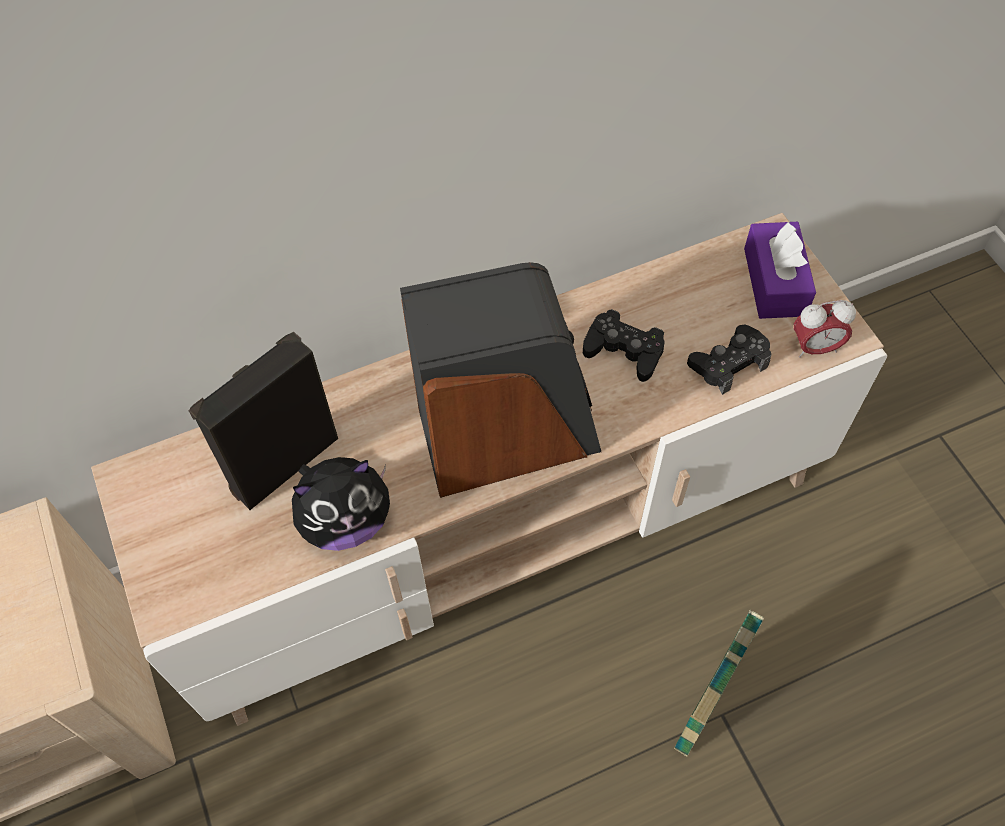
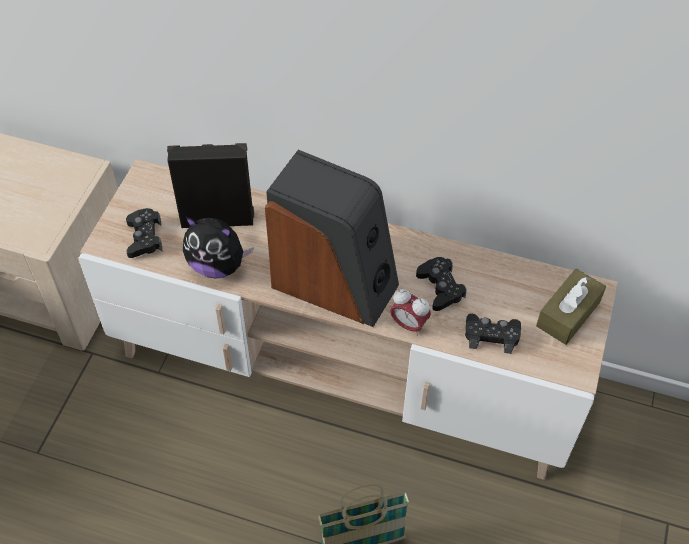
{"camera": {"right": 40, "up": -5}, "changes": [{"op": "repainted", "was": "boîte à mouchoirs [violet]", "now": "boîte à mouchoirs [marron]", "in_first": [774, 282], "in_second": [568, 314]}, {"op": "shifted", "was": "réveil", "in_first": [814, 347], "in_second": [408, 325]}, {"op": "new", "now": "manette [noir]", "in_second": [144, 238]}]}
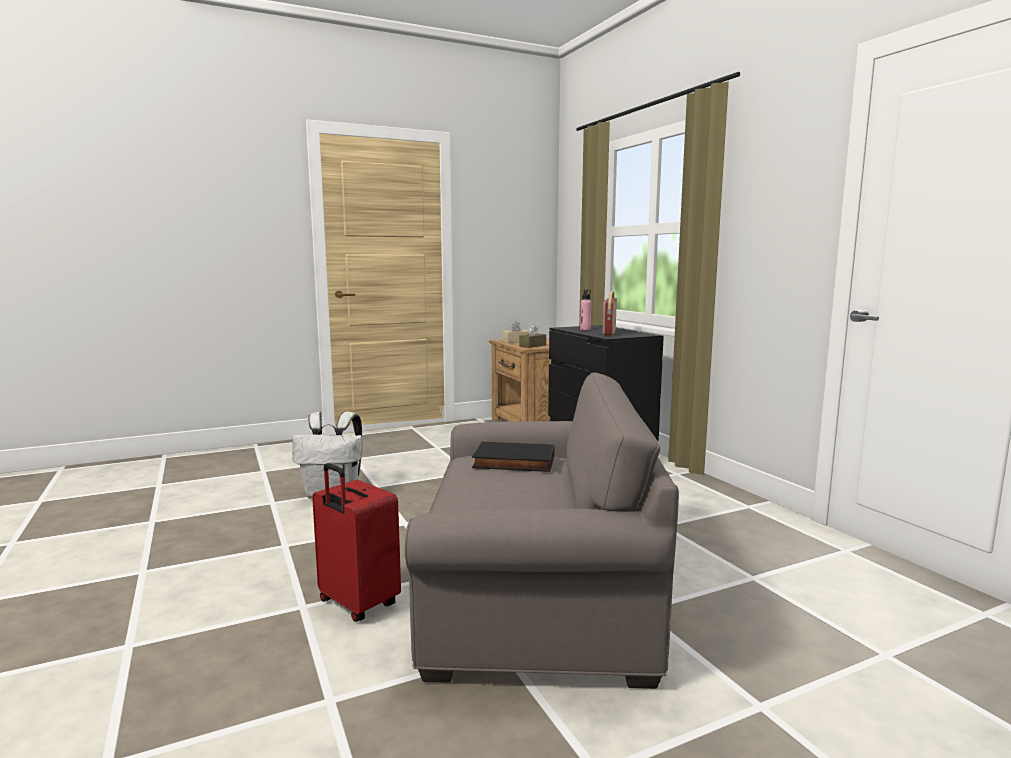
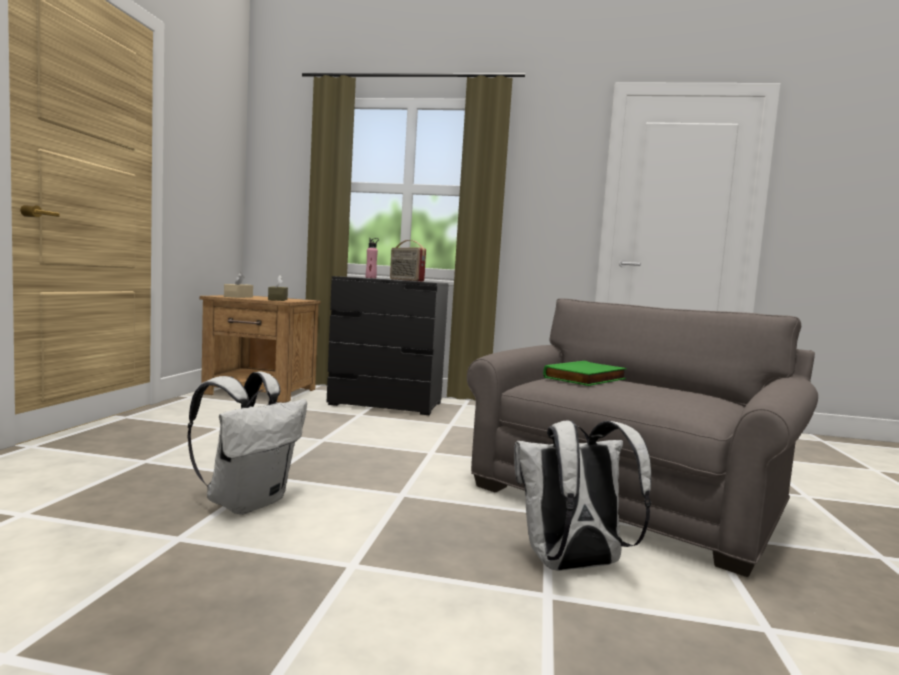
{"camera": {"right": -55, "up": -5}, "changes": [{"op": "repainted", "was": "livre [noir]", "now": "livre [vert]", "in_first": [513, 463], "in_second": [586, 379]}, {"op": "swapped", "was": "valise [rouge]", "now": "sac à dos [blanc]", "in_first": [357, 604], "in_second": [572, 565]}]}
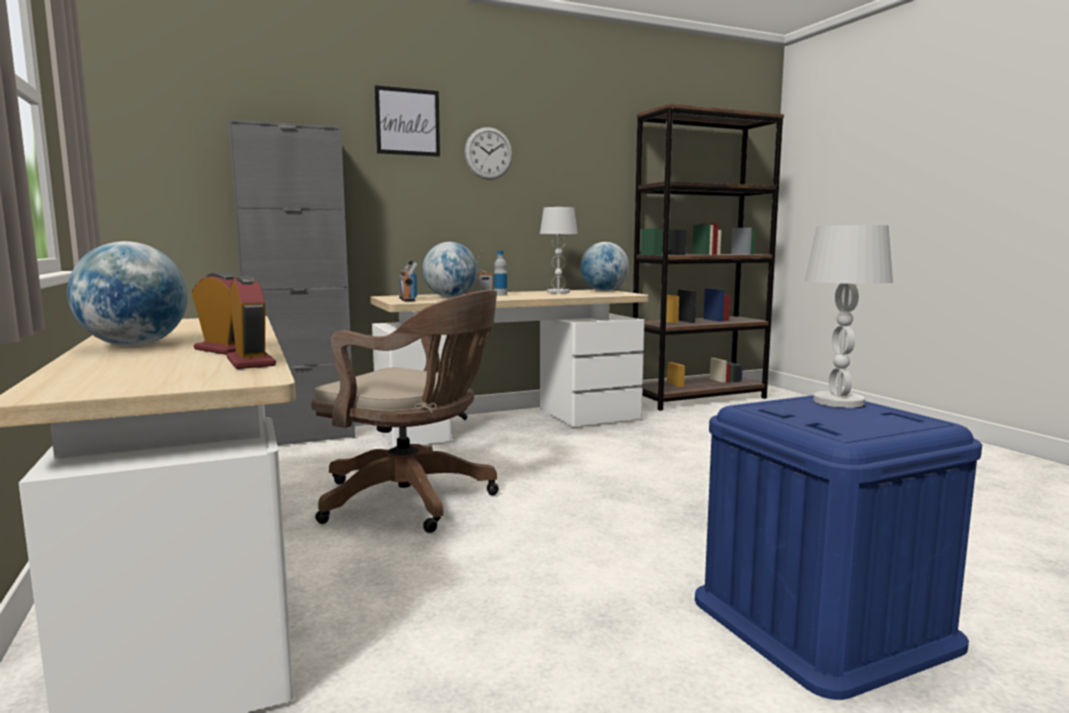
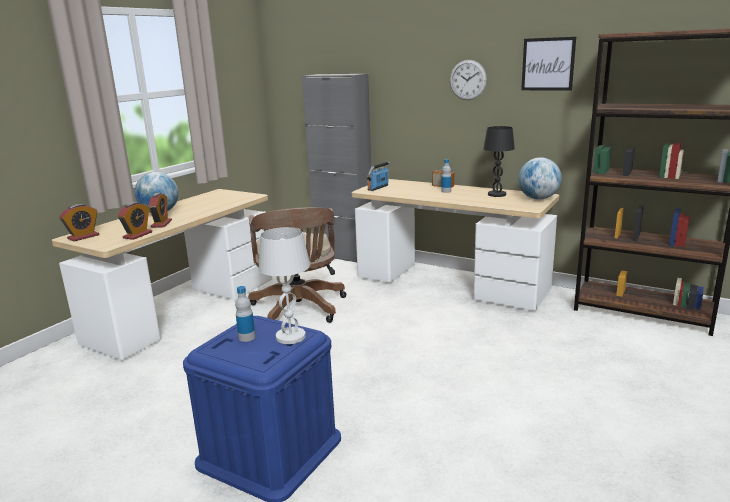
{"camera": {"right": 55, "up": 10}, "changes": [{"op": "shifted", "was": "tableau", "in_first": [407, 122], "in_second": [548, 64]}, {"op": "repainted", "was": "lampe de table [blanc]", "now": "lampe de table [noir]", "in_first": [558, 292], "in_second": [497, 194]}, {"op": "gone", "was": "globe", "in_first": [450, 297]}, {"op": "new", "now": "réveil", "in_second": [83, 237]}, {"op": "new", "now": "bouteille", "in_second": [247, 337]}]}
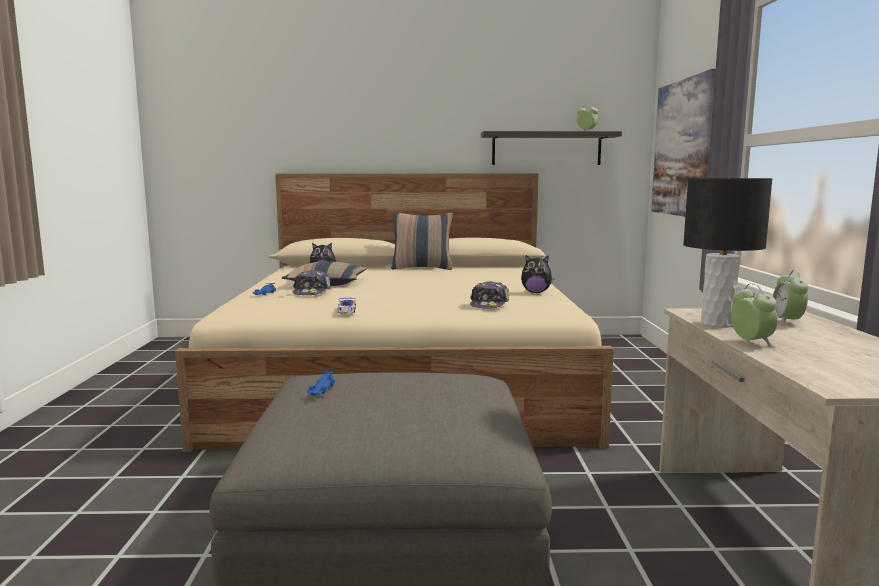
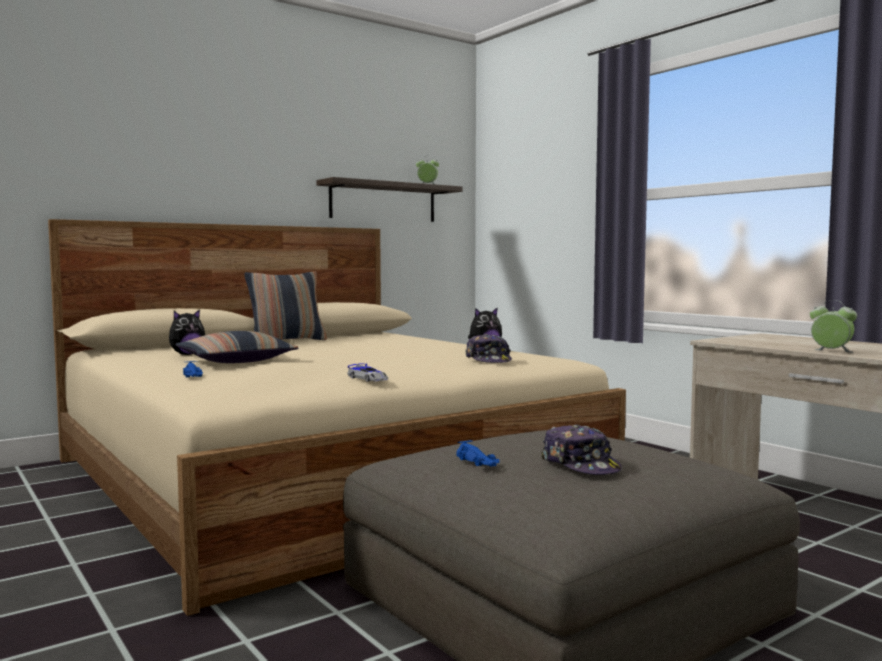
{"camera": {"right": -35, "up": -5}, "changes": [{"op": "gone", "was": "tableau", "in_first": [682, 148]}, {"op": "gone", "was": "lampe de table [noir]", "in_first": [716, 324]}, {"op": "shifted", "was": "casquette", "in_first": [312, 292], "in_second": [581, 465]}, {"op": "gone", "was": "réveil", "in_first": [787, 322]}]}
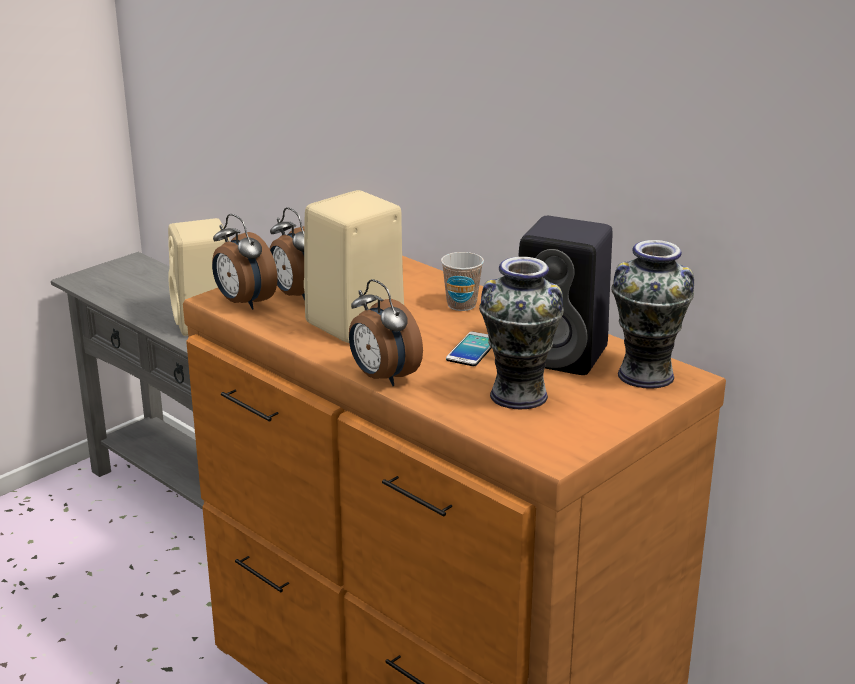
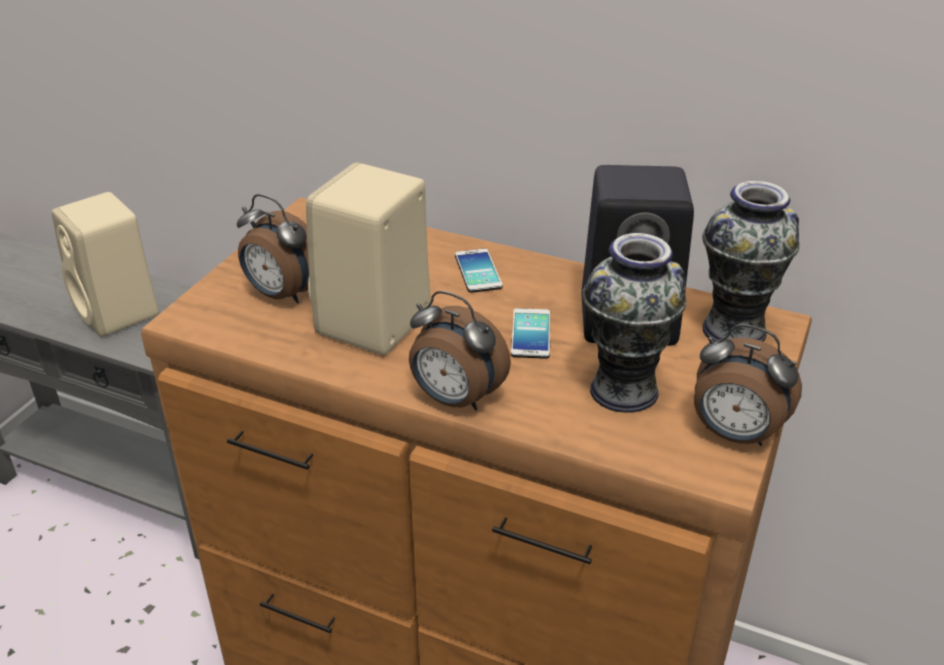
{"camera": {"right": -20, "up": 10}, "changes": [{"op": "shifted", "was": "réveil", "in_first": [243, 303], "in_second": [734, 434]}, {"op": "swapped", "was": "tasse", "now": "téléphone", "in_first": [461, 305], "in_second": [478, 271]}]}
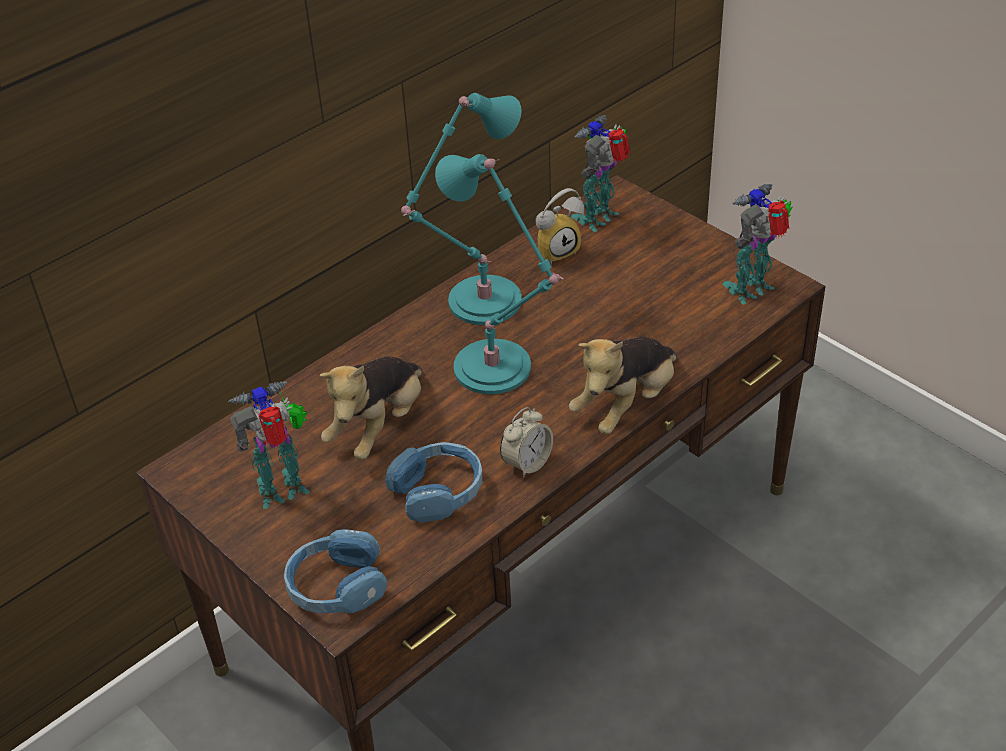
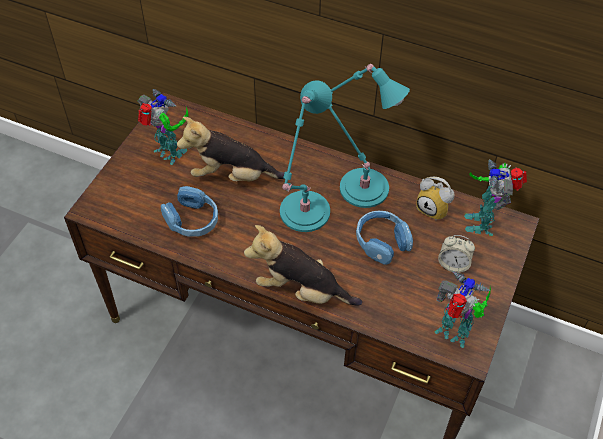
{"camera": {"right": 65, "up": 10}, "changes": [{"op": "rotated", "was": "robot jouet", "in_first": [599, 217], "in_second": [483, 222], "clockwise": -105}, {"op": "shifted", "was": "réveil", "in_first": [527, 463], "in_second": [453, 264]}, {"op": "shifted", "was": "casque audio [bleu]", "in_first": [336, 586], "in_second": [382, 242]}]}
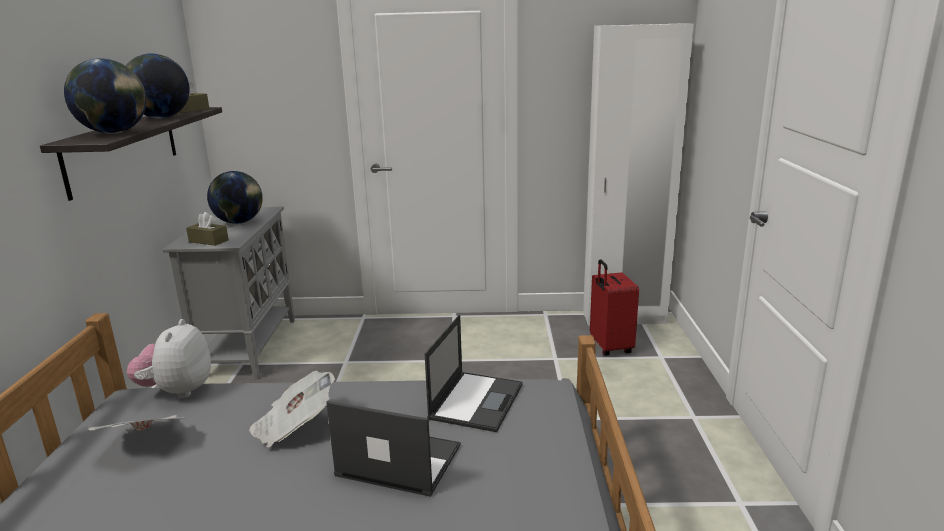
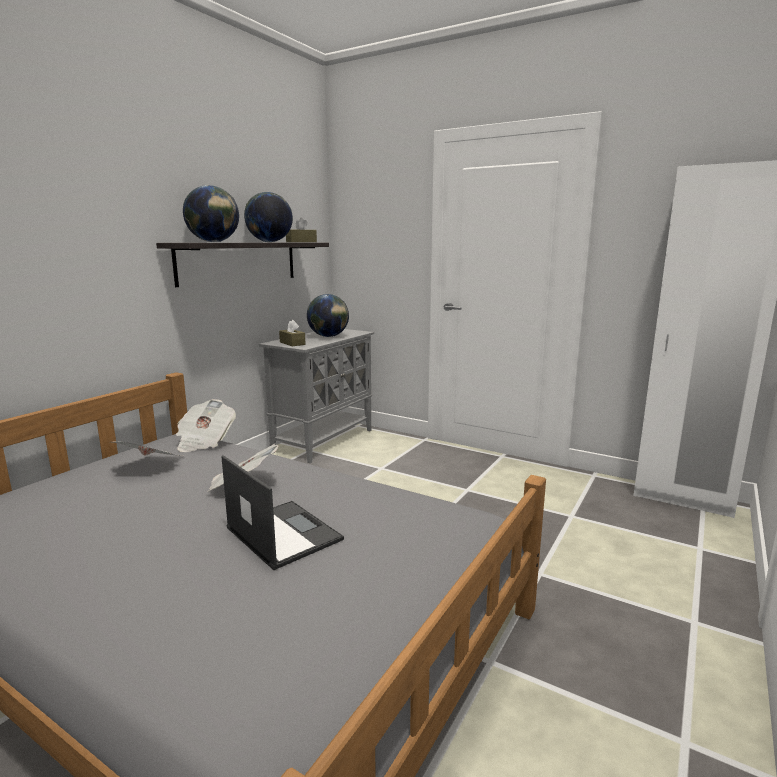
{"camera": {"right": 30, "up": -5}, "changes": [{"op": "gone", "was": "valise [rouge]", "in_first": [609, 347]}, {"op": "gone", "was": "ordinateur portable", "in_first": [476, 400]}, {"op": "swapped", "was": "peluche", "now": "journal", "in_first": [177, 391], "in_second": [204, 441]}]}
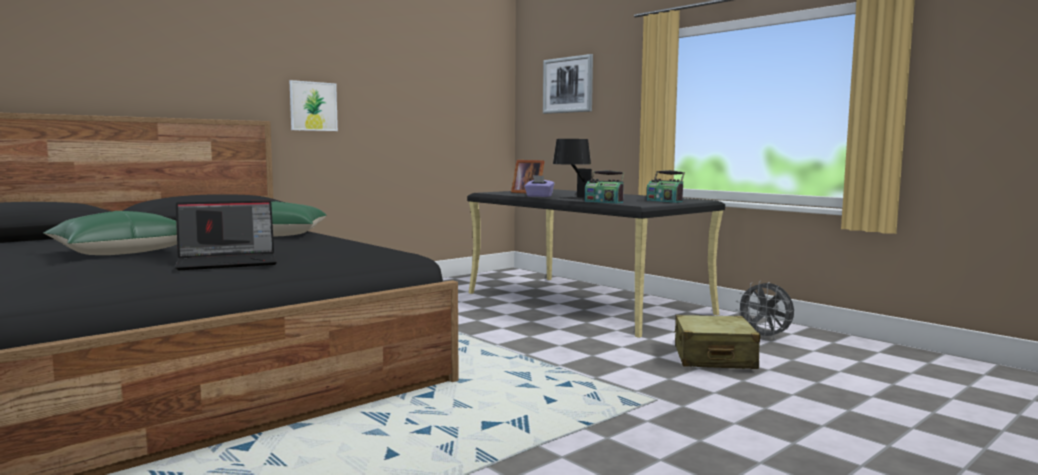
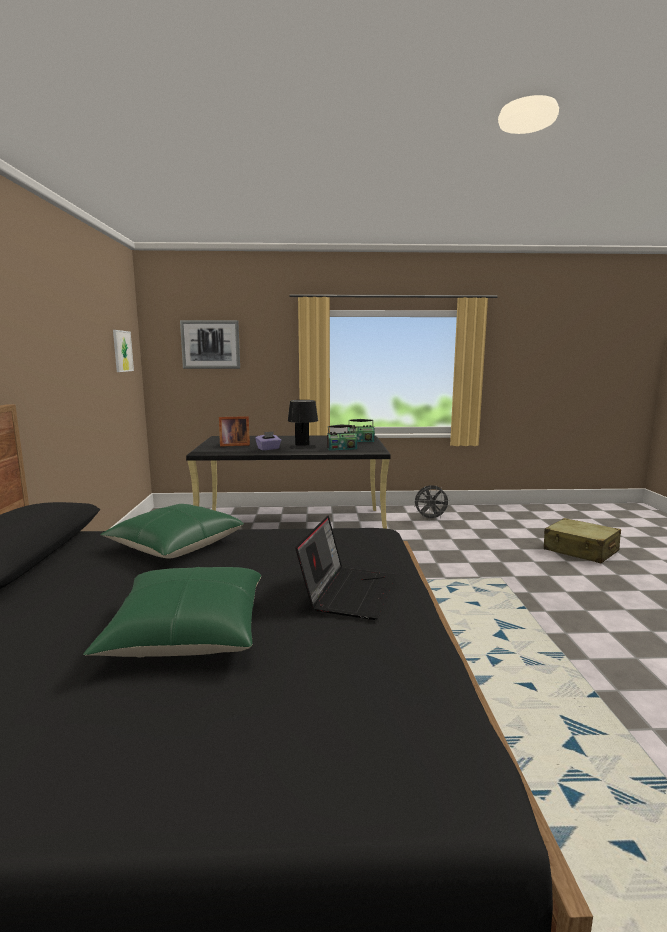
{"camera": {"right": -50, "up": 5}, "changes": [{"op": "shifted", "was": "tableau", "in_first": [313, 106], "in_second": [122, 351]}, {"op": "shifted", "was": "valise [beige]", "in_first": [713, 358], "in_second": [580, 551]}]}
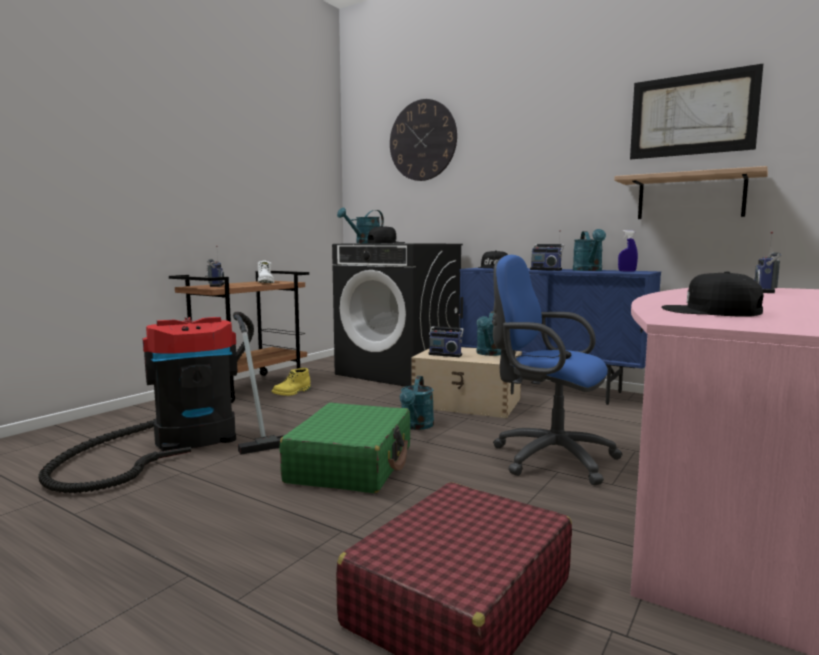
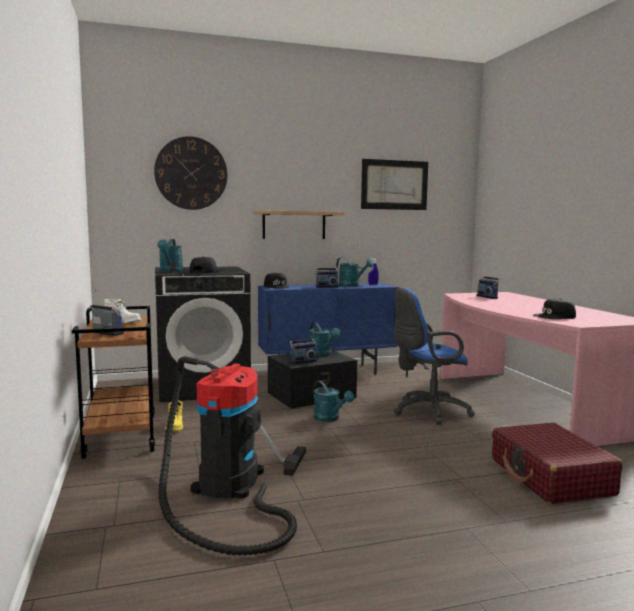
{"camera": {"right": -50, "up": 0}, "changes": [{"op": "shifted", "was": "étagère", "in_first": [690, 197], "in_second": [294, 225]}, {"op": "repainted", "was": "boîte de rangement [beige]", "now": "boîte de rangement [noir]", "in_first": [468, 403], "in_second": [312, 395]}, {"op": "gone", "was": "valise [vert]", "in_first": [351, 464]}]}
